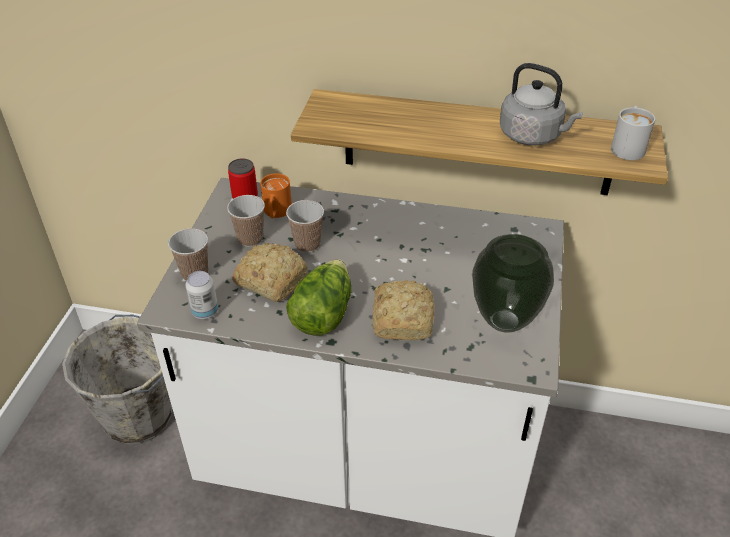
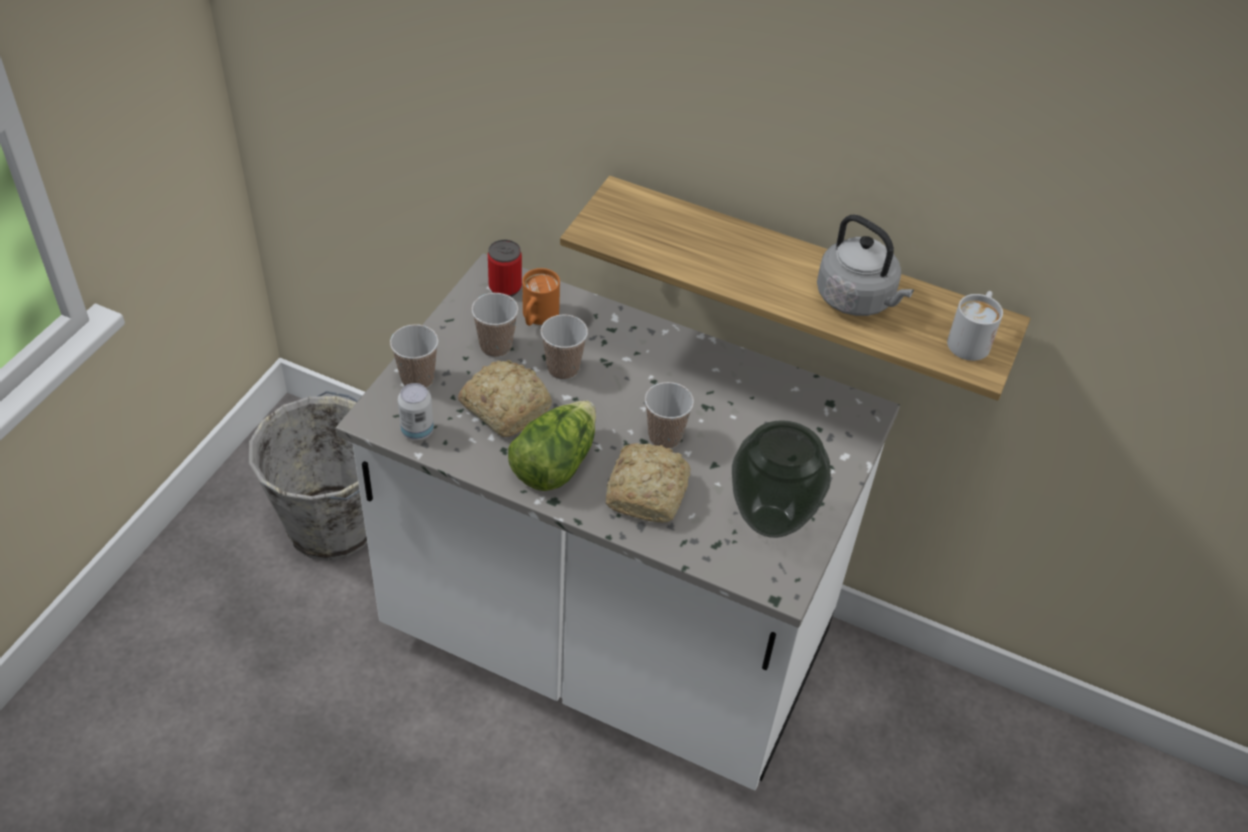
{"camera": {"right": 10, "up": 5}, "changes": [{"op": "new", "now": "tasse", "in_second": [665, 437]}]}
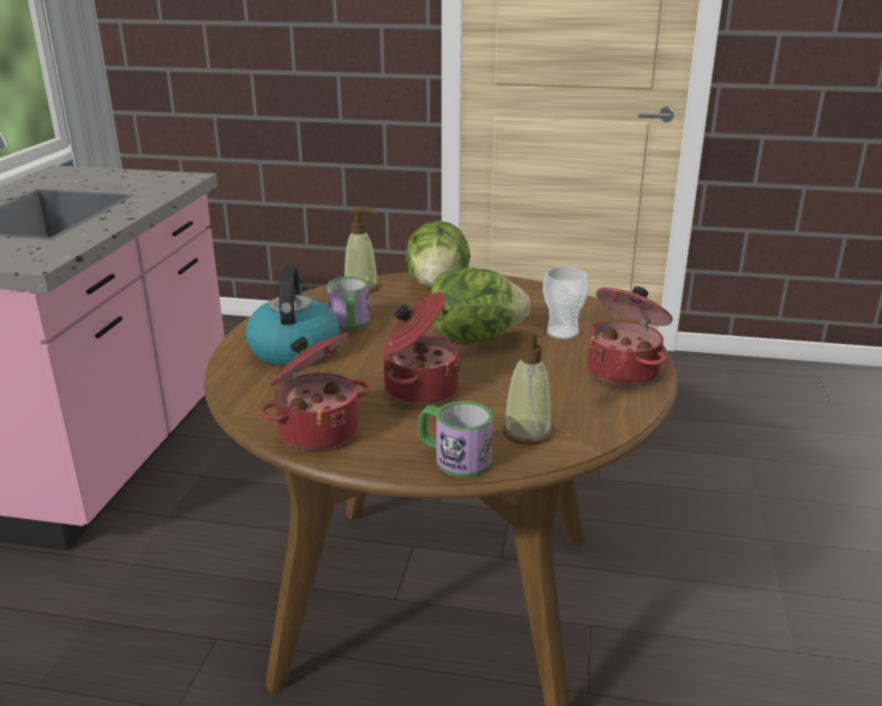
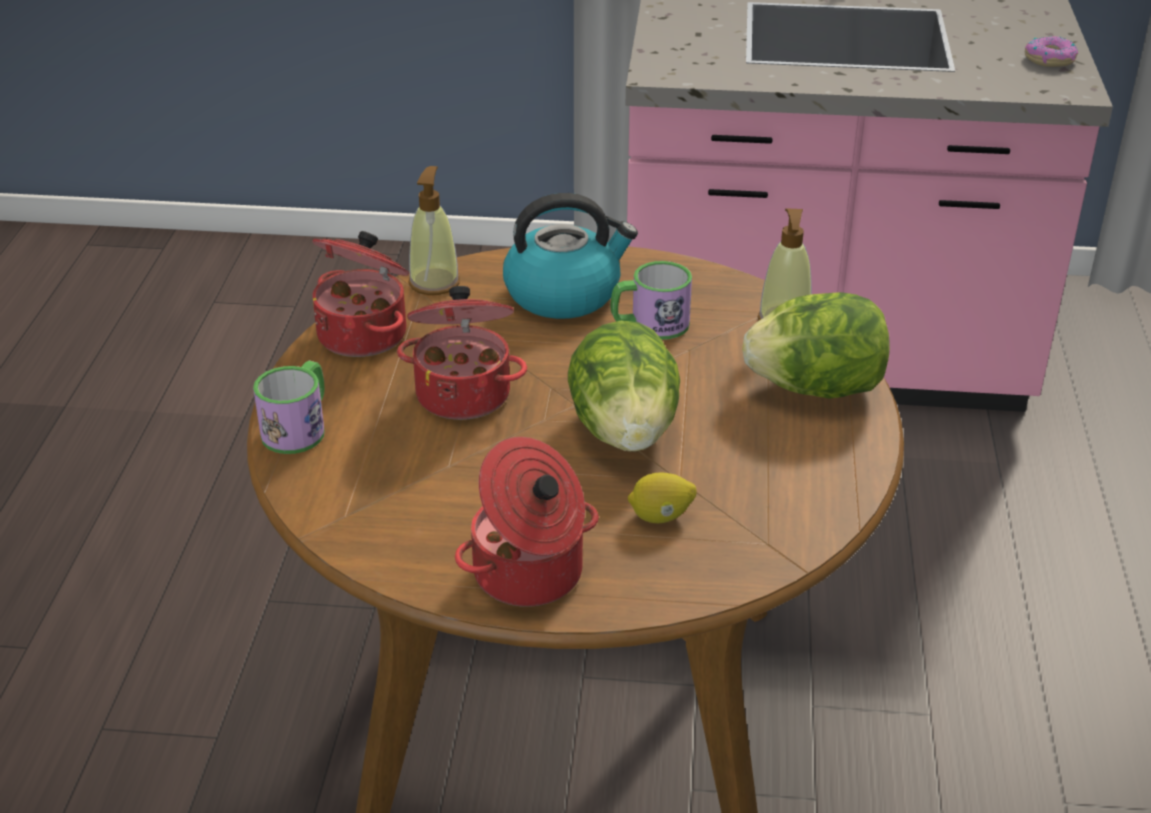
{"camera": {"right": 85, "up": 10}, "changes": [{"op": "swapped", "was": "tasse", "now": "citron", "in_first": [562, 332], "in_second": [661, 517]}, {"op": "shifted", "was": "distributeur de savon", "in_first": [526, 433], "in_second": [434, 282]}, {"op": "new", "now": "beignet", "in_second": [1049, 59]}]}
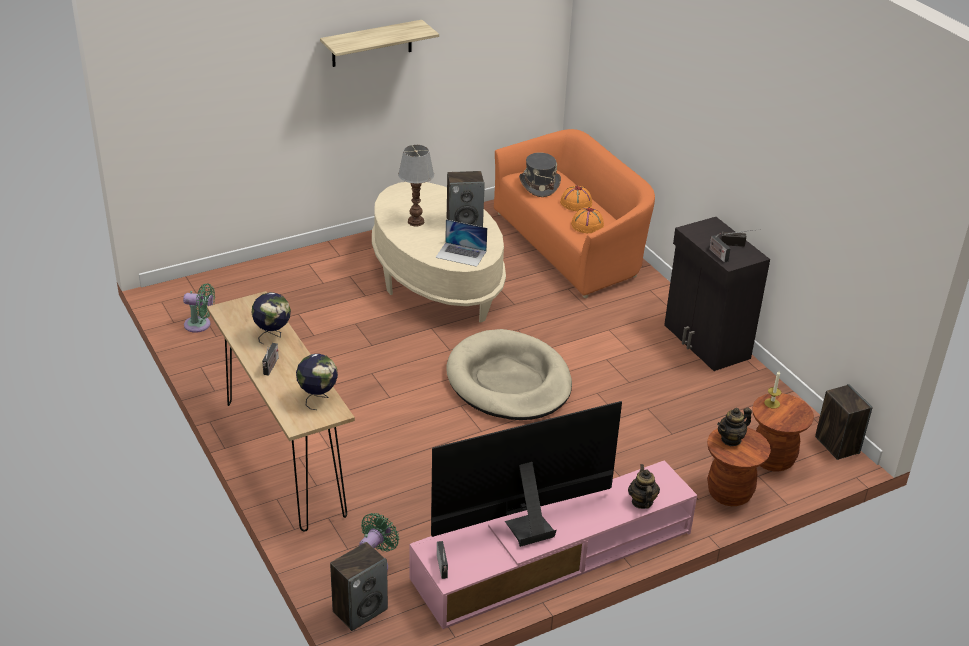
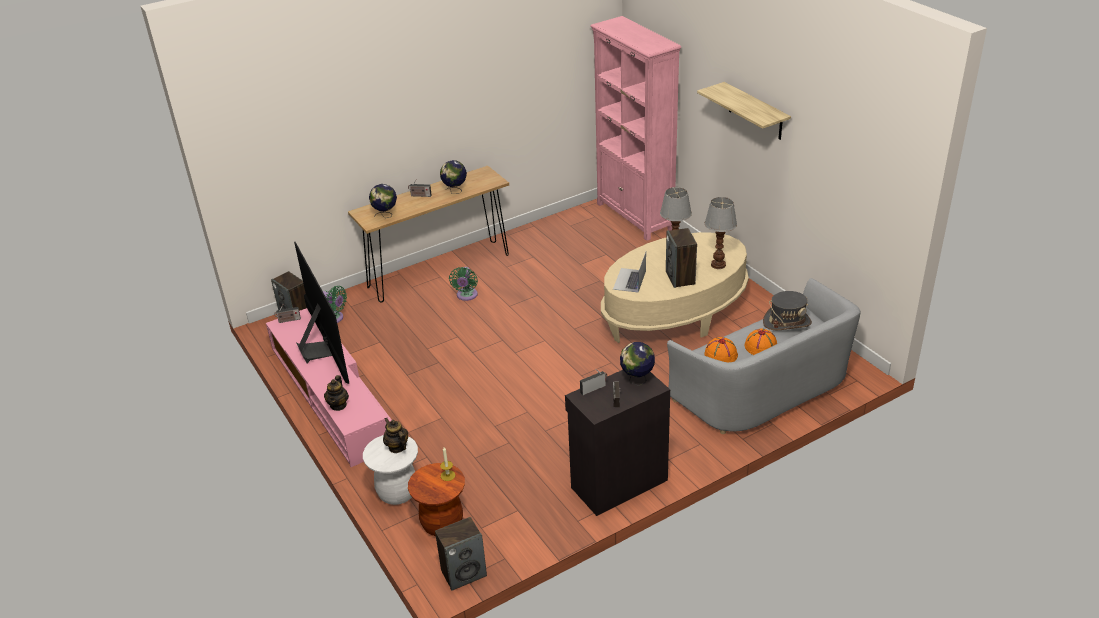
{"camera": {"right": 90, "up": 0}, "changes": [{"op": "repainted", "was": "canapé [orange]", "now": "canapé [gris]", "in_first": [571, 244], "in_second": [765, 388]}, {"op": "shifted", "was": "ventilateur [vert]", "in_first": [200, 325], "in_second": [466, 296]}, {"op": "gone", "was": "panier pour chien [beige]", "in_first": [509, 381]}, {"op": "repainted", "was": "tabouret [marron]", "now": "tabouret [blanc]", "in_first": [729, 493], "in_second": [397, 492]}, {"op": "rotated", "was": "théière", "in_first": [642, 502], "in_second": [338, 405], "clockwise": 105}, {"op": "new", "now": "bibliothèque [rose]", "in_second": [635, 217]}, {"op": "new", "now": "lampe de table", "in_second": [718, 264]}, {"op": "new", "now": "globe", "in_second": [637, 380]}]}
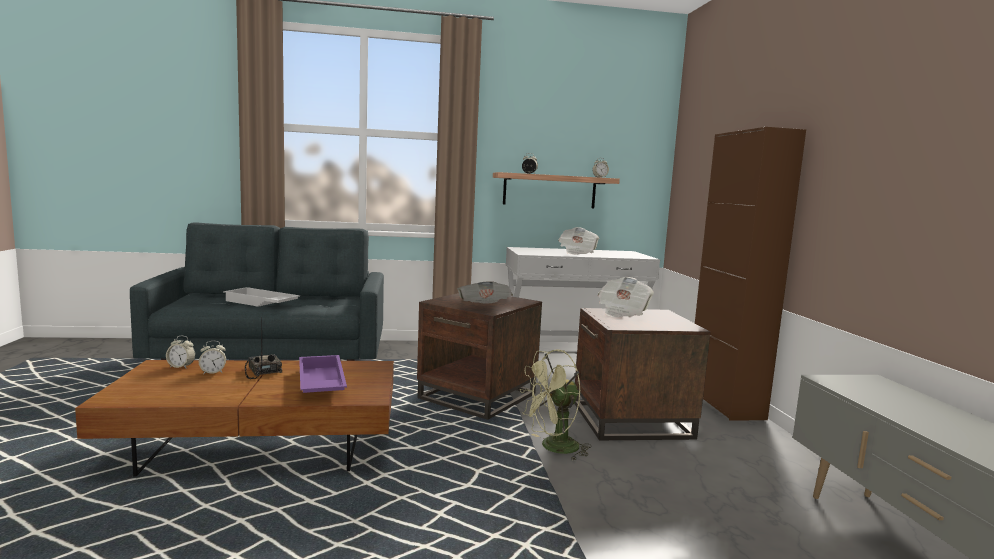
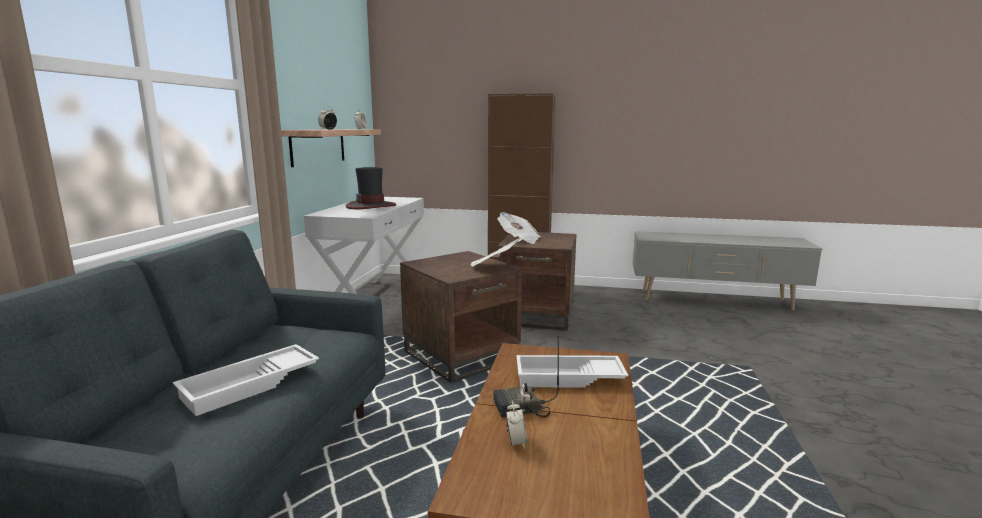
{"camera": {"right": -70, "up": 5}, "changes": [{"op": "swapped", "was": "journal", "now": "chapeau", "in_first": [577, 252], "in_second": [371, 206]}, {"op": "gone", "was": "réveil", "in_first": [181, 367]}, {"op": "gone", "was": "ventilateur [vert]", "in_first": [553, 448]}, {"op": "repainted", "was": "plateau [violet]", "now": "plateau [blanc]", "in_first": [319, 383], "in_second": [568, 378]}]}
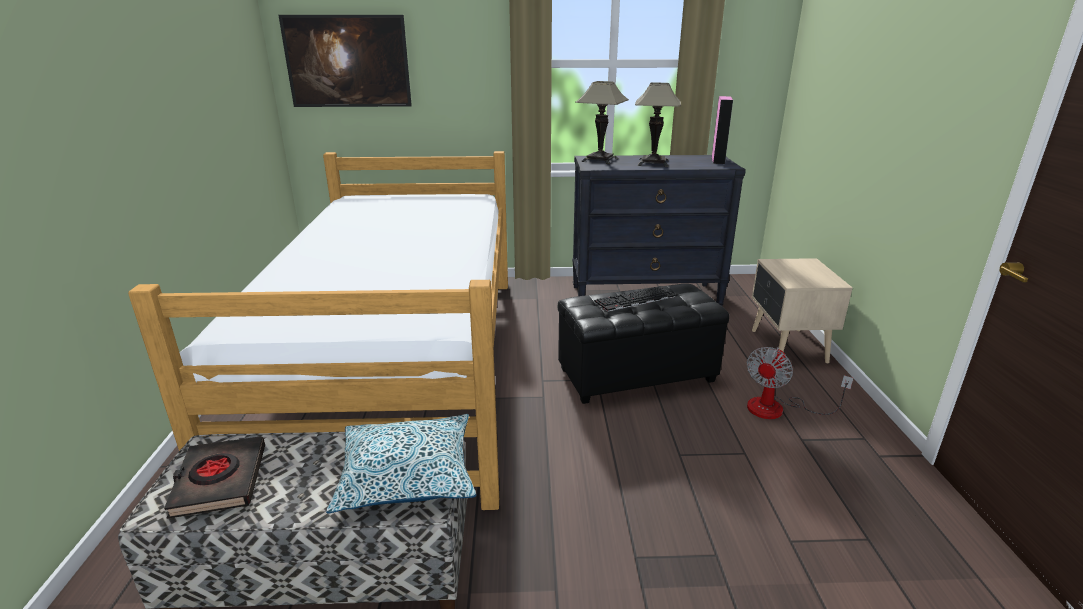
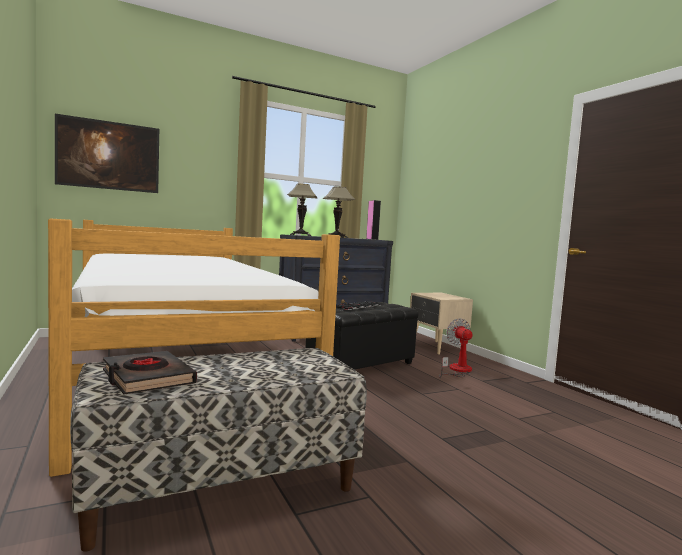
{"camera": {"right": -25, "up": -20}, "changes": [{"op": "rotated", "was": "ventilateur", "in_first": [778, 408], "in_second": [457, 370], "clockwise": 150}, {"op": "gone", "was": "coussin", "in_first": [407, 475]}]}
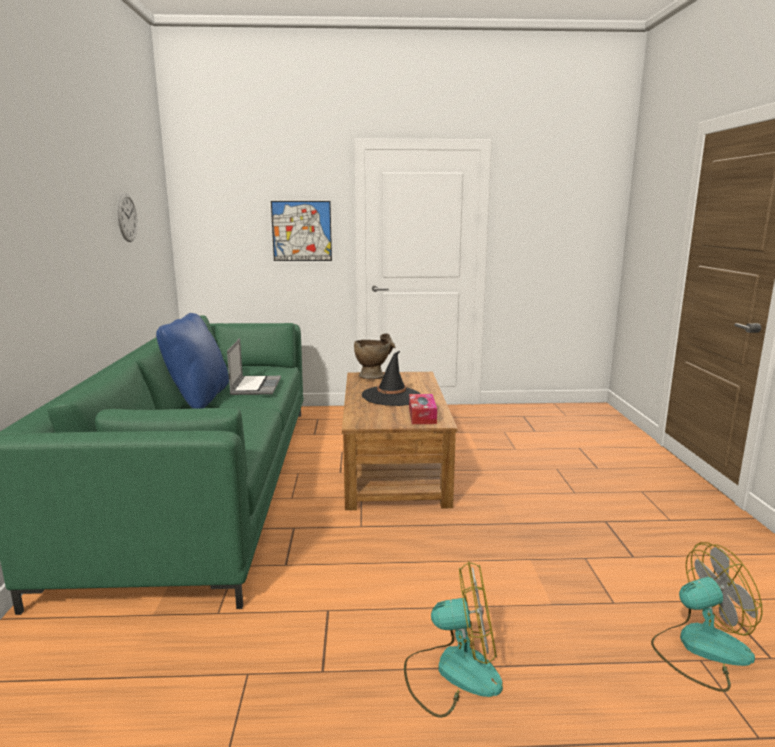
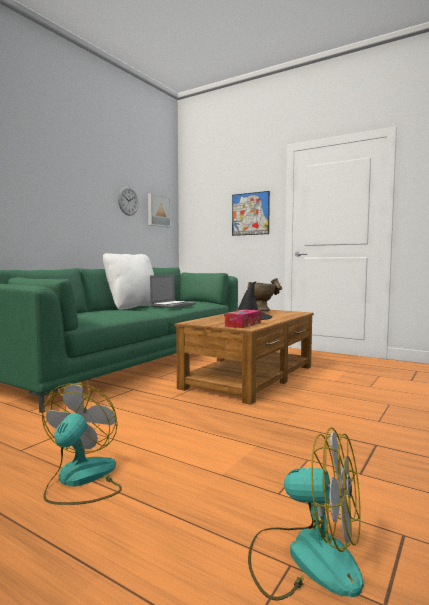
{"camera": {"right": 35, "up": -10}, "changes": [{"op": "repainted", "was": "coussin [bleu]", "now": "coussin [blanc]", "in_first": [199, 399], "in_second": [133, 307]}, {"op": "rotated", "was": "ventilateur", "in_first": [452, 672], "in_second": [80, 480], "clockwise": -120}, {"op": "new", "now": "tableau", "in_second": [158, 211]}]}
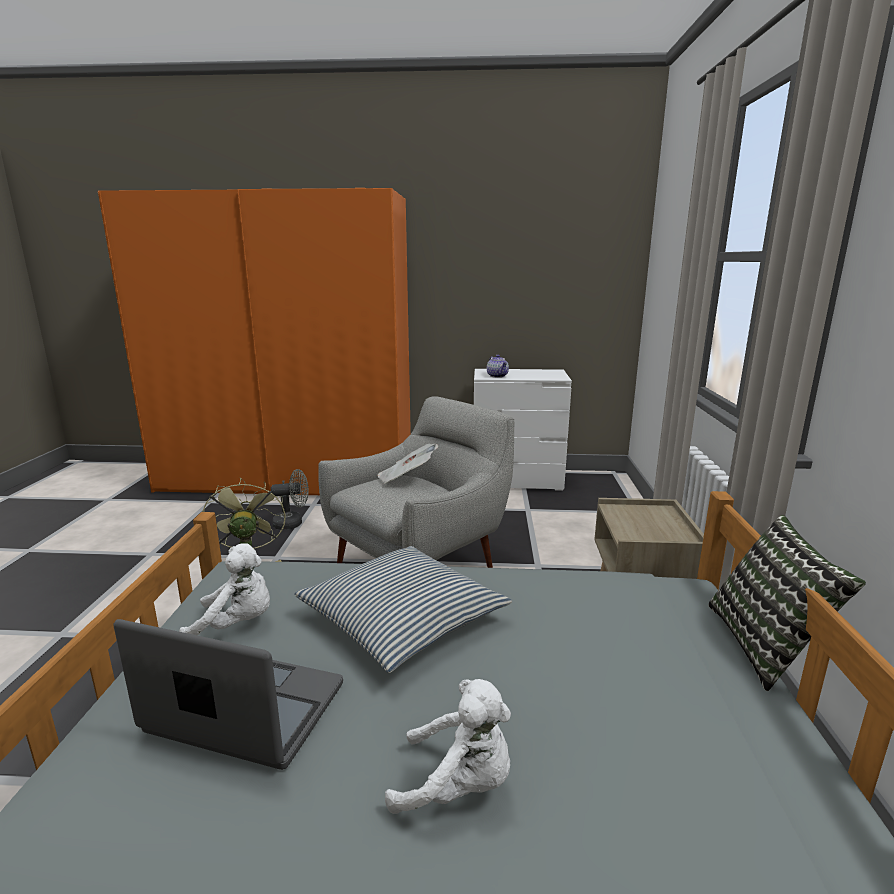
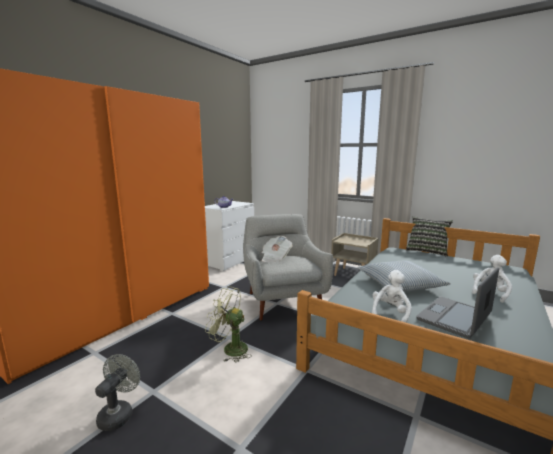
{"camera": {"right": -60, "up": -5}, "changes": [{"op": "shifted", "was": "ventilateur [gris]", "in_first": [293, 523], "in_second": [119, 413]}]}
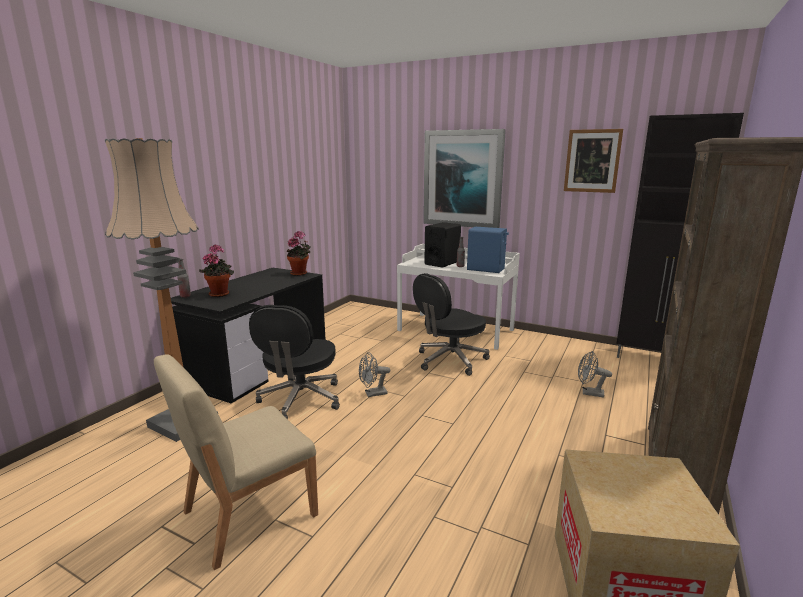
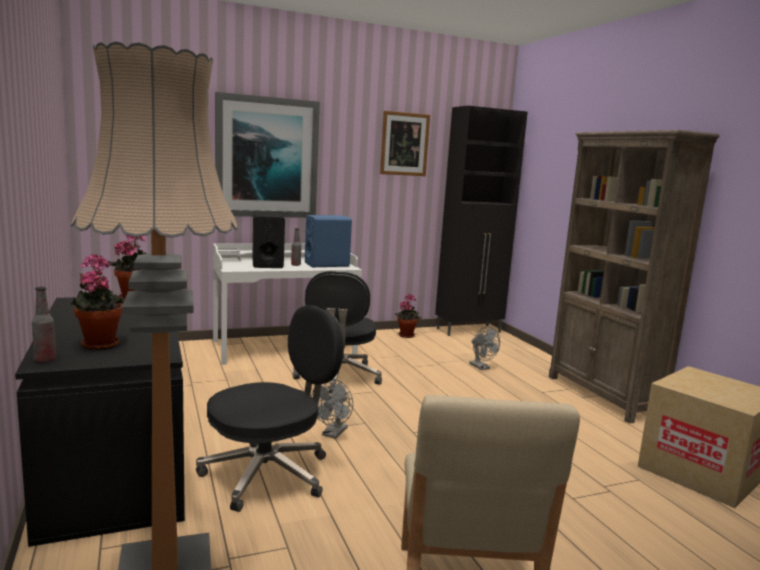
{"camera": {"right": -50, "up": -5}, "changes": [{"op": "rotated", "was": "chaise de bureau [noir]", "in_first": [300, 400], "in_second": [269, 474], "clockwise": -90}, {"op": "rotated", "was": "ventilateur [gris]", "in_first": [589, 393], "in_second": [481, 367], "clockwise": -90}, {"op": "new", "now": "plante en pot", "in_second": [406, 335]}]}
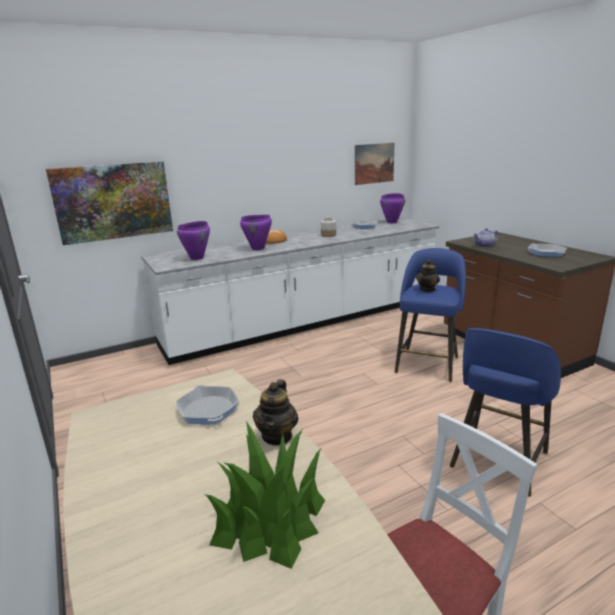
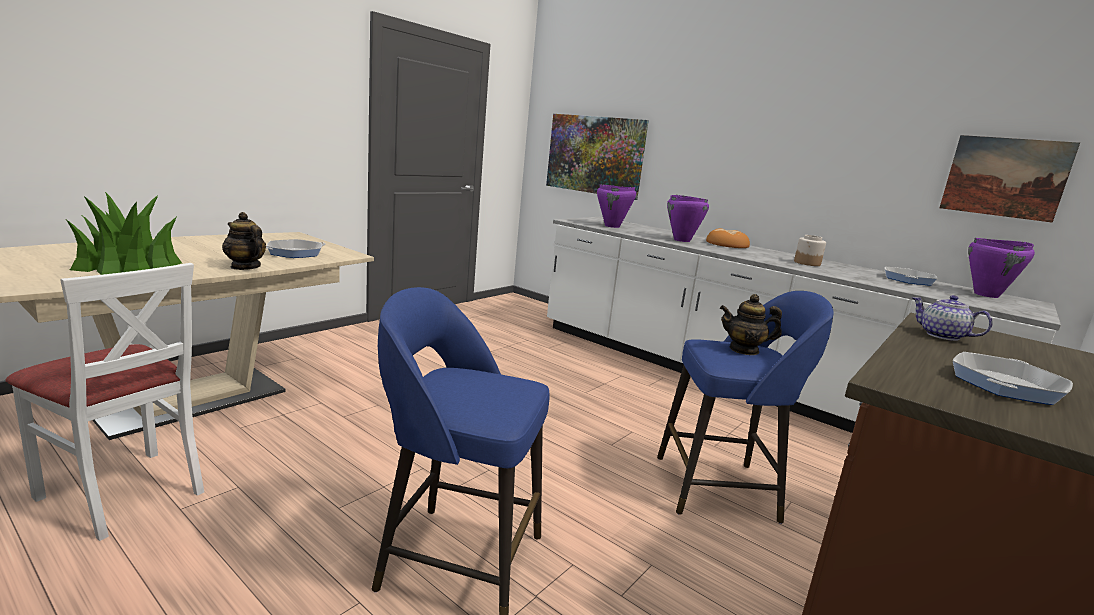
{"camera": {"right": 65, "up": -5}, "changes": [{"op": "rotated", "was": "théière", "in_first": [277, 436], "in_second": [245, 267], "clockwise": 45}]}
